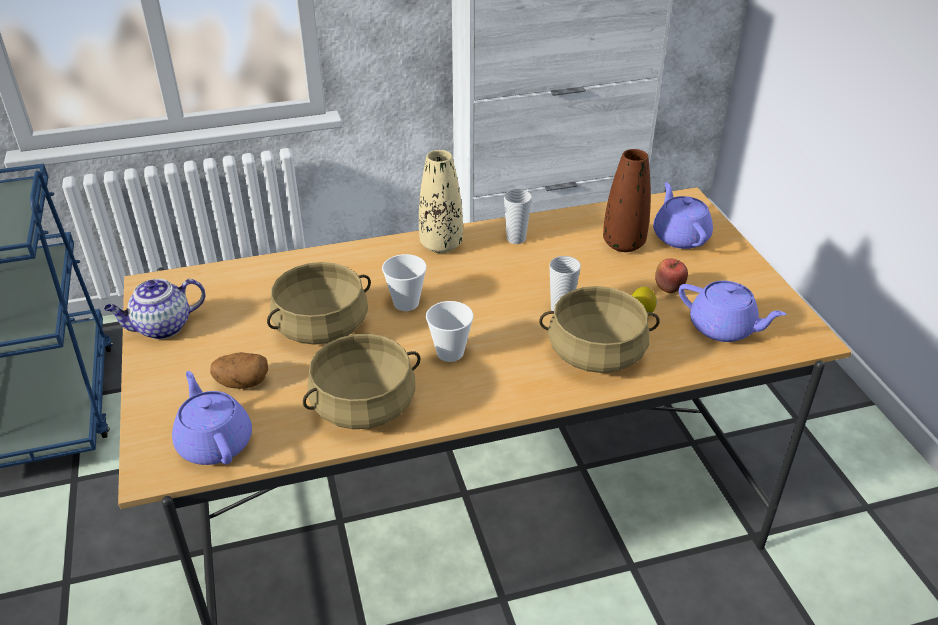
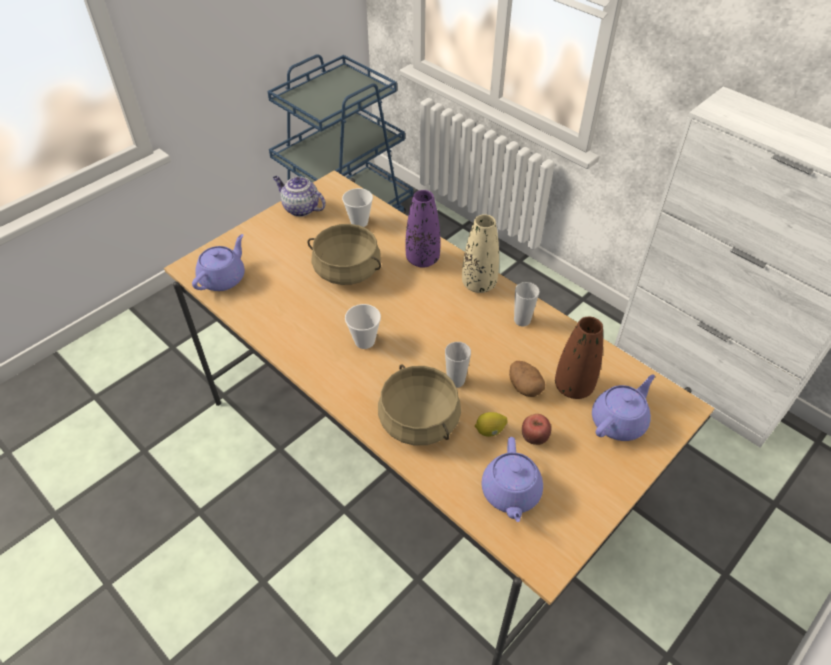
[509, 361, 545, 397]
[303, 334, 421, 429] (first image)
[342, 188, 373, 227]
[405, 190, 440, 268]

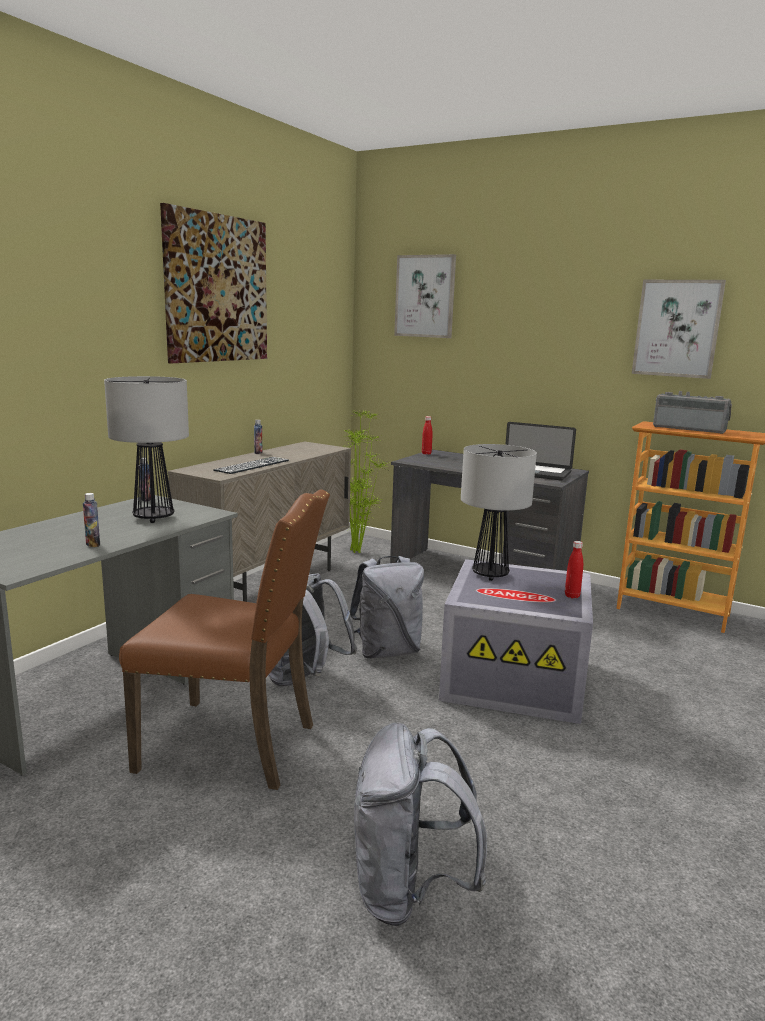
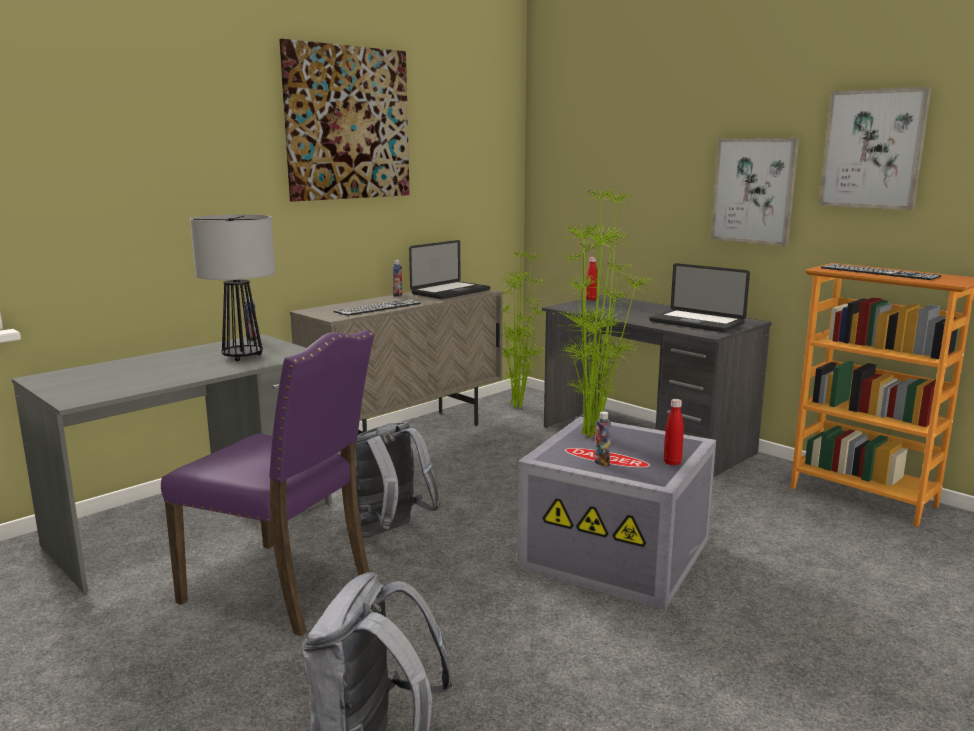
[594, 411, 611, 466]
[161, 330, 375, 636]
[349, 556, 424, 658] (first image)
[711, 138, 799, 246]
[554, 189, 653, 438]
[821, 264, 941, 280]
[409, 240, 490, 299]

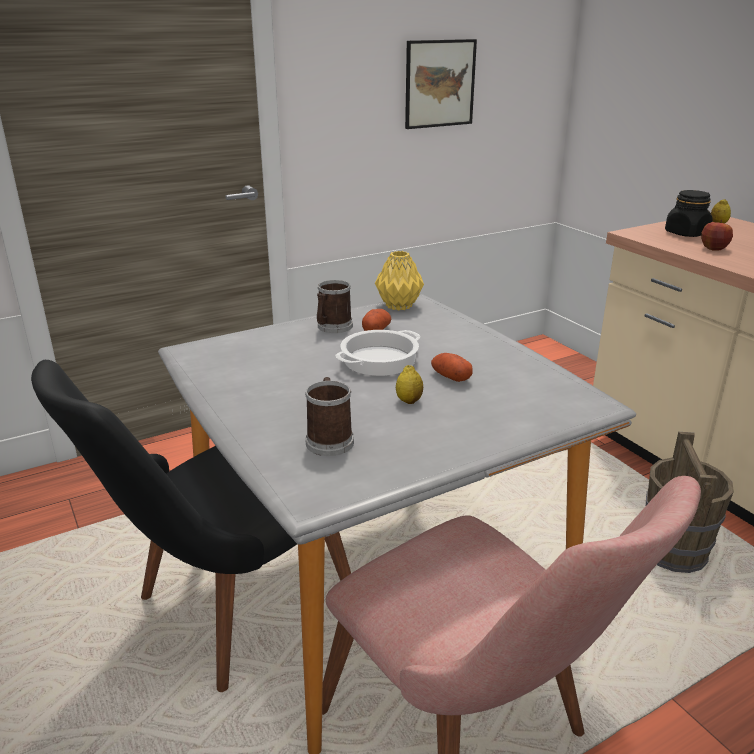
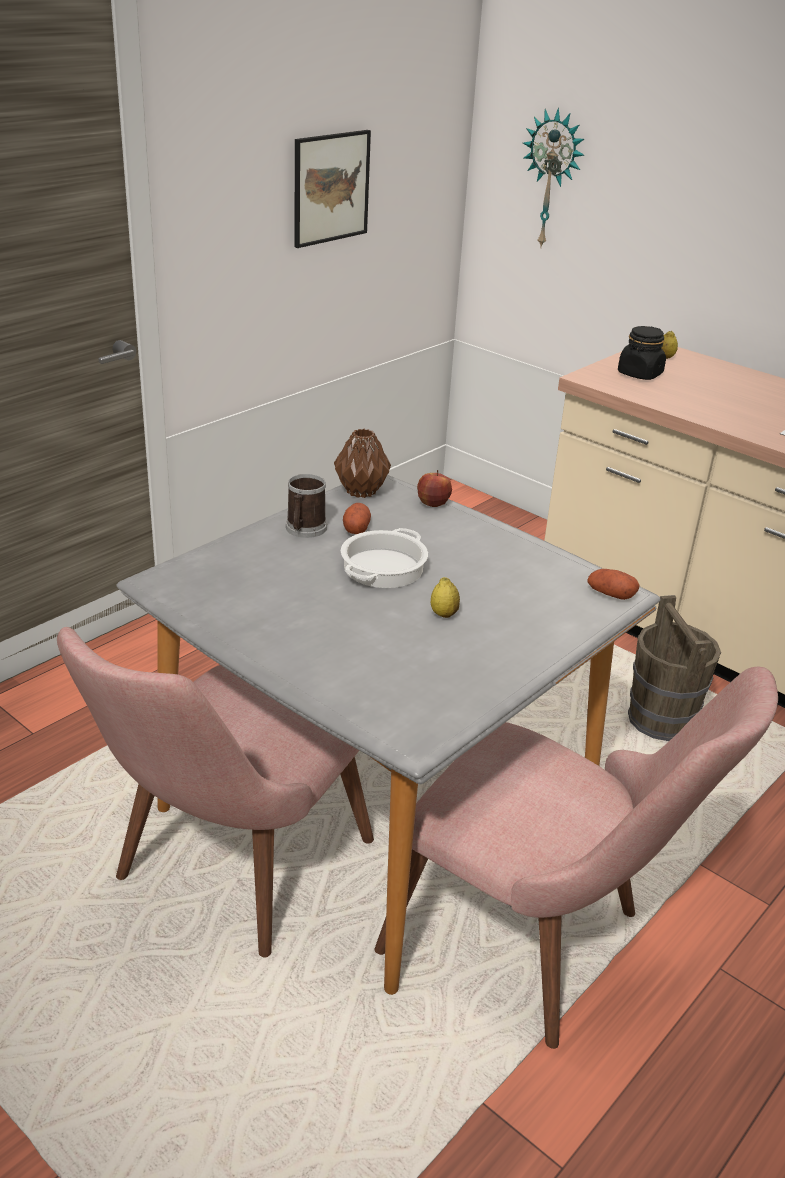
[57, 627, 374, 958]
[305, 377, 354, 456] (first image)
[334, 429, 391, 498]
[588, 569, 640, 600]
[417, 470, 452, 507]
[523, 108, 584, 249]

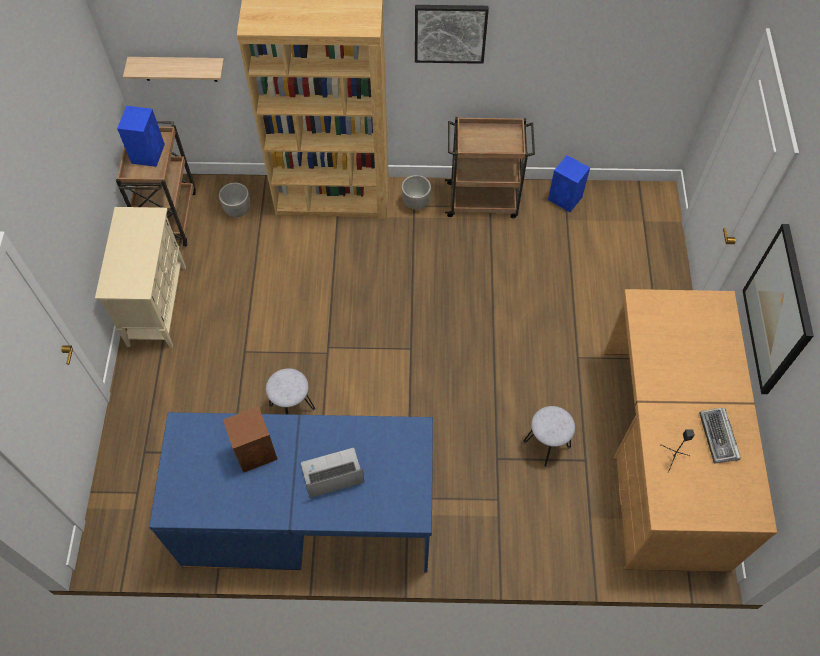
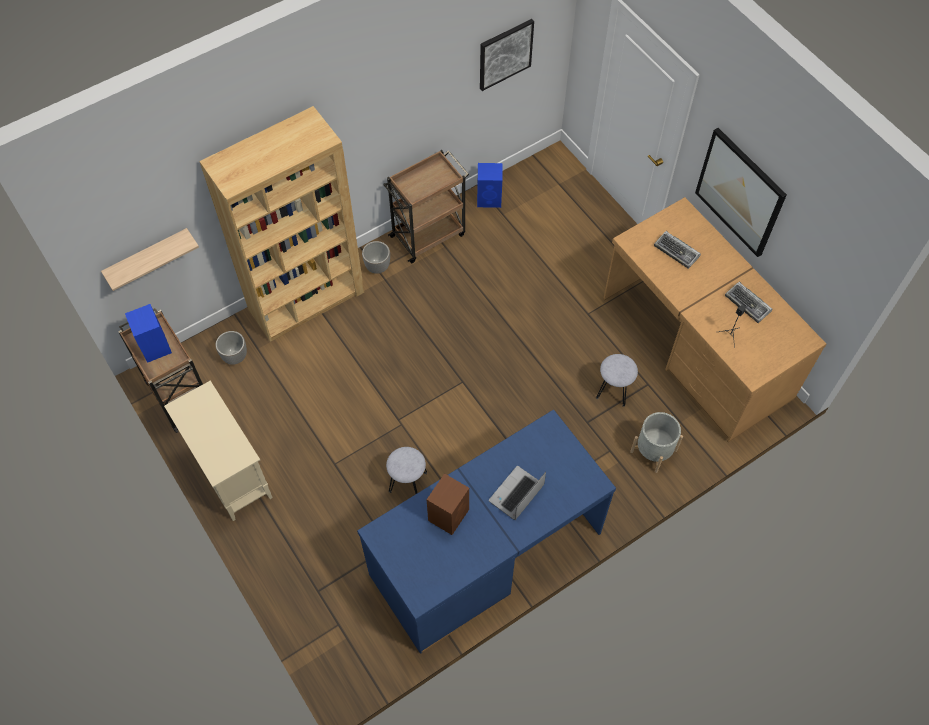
[480, 19, 534, 91]
[630, 412, 683, 473]
[654, 231, 701, 269]

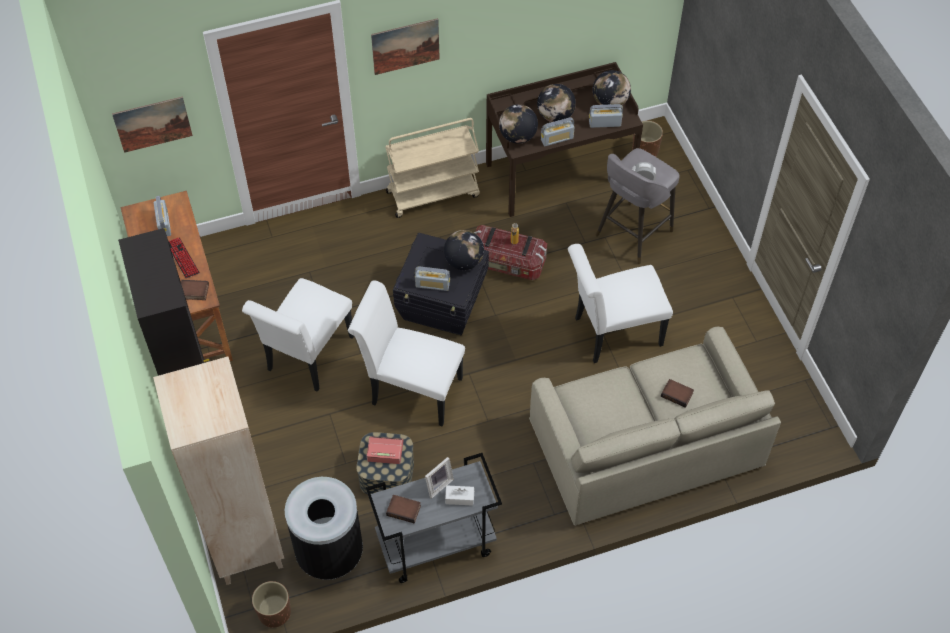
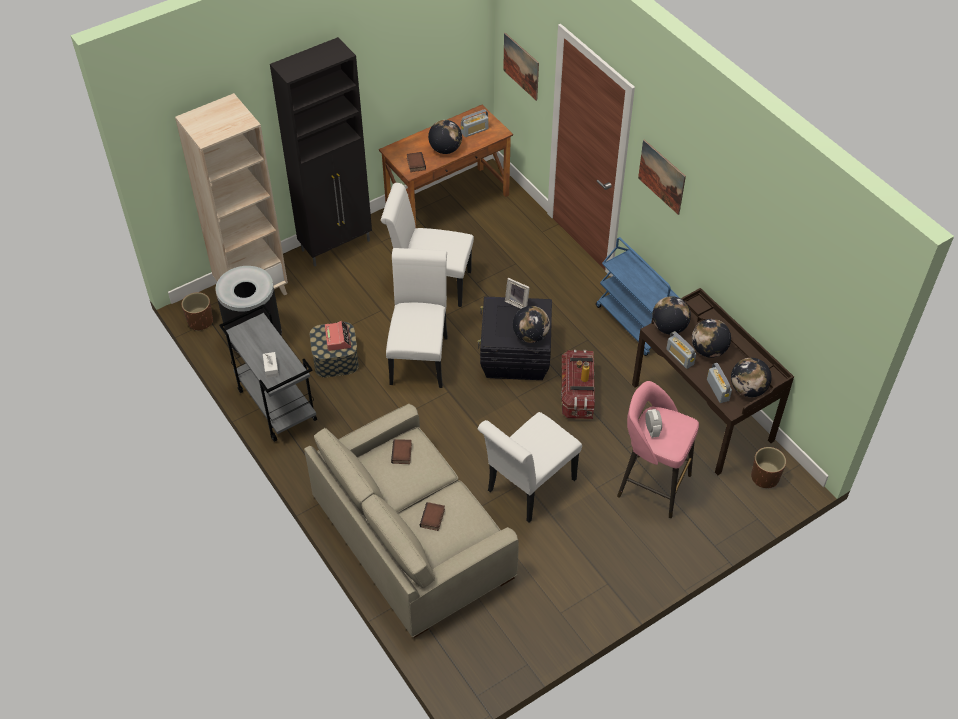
[428, 120, 462, 154]
[596, 237, 680, 356]
[391, 439, 412, 464]
[415, 267, 450, 291] (first image)
[505, 278, 530, 309]
[478, 412, 582, 523]
[617, 381, 699, 518]

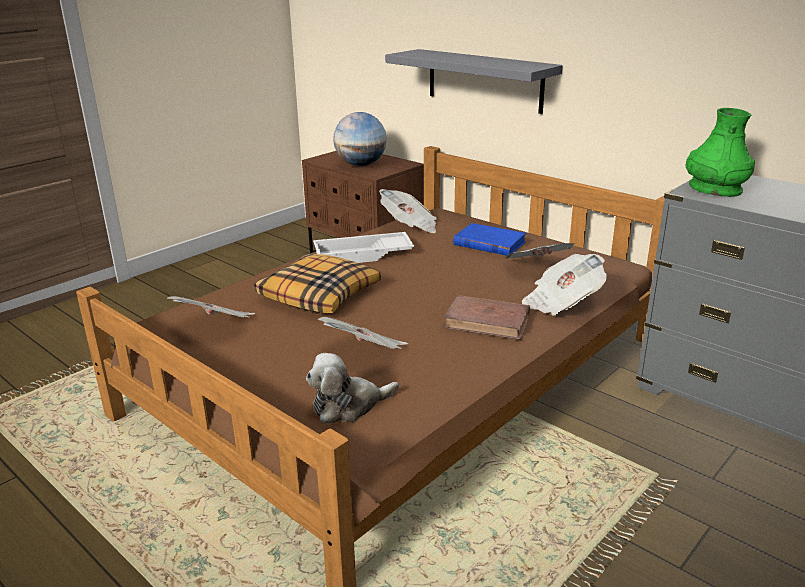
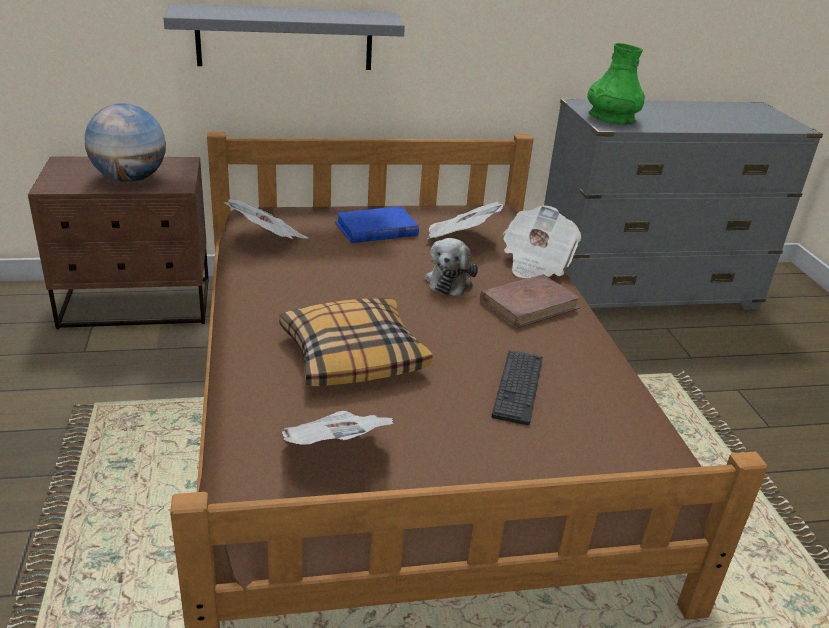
[425, 238, 478, 296]
[313, 232, 414, 263] (first image)
[492, 350, 543, 425]

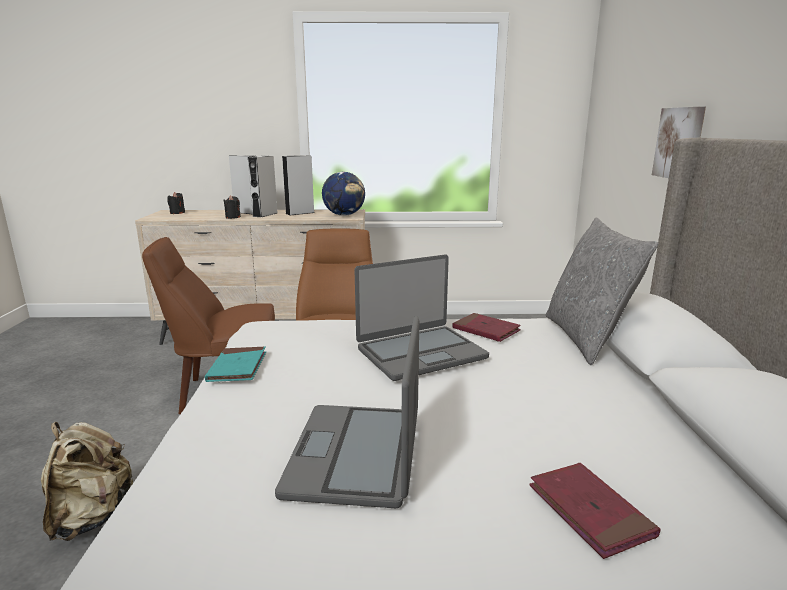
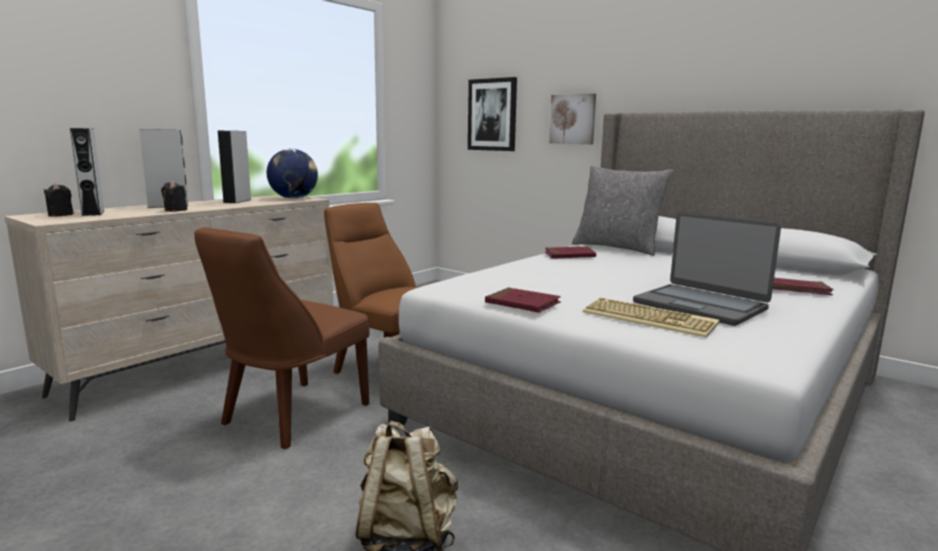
[485, 287, 561, 312]
[70, 128, 105, 216]
[355, 255, 489, 381] (first image)
[468, 77, 517, 151]
[583, 298, 720, 338]

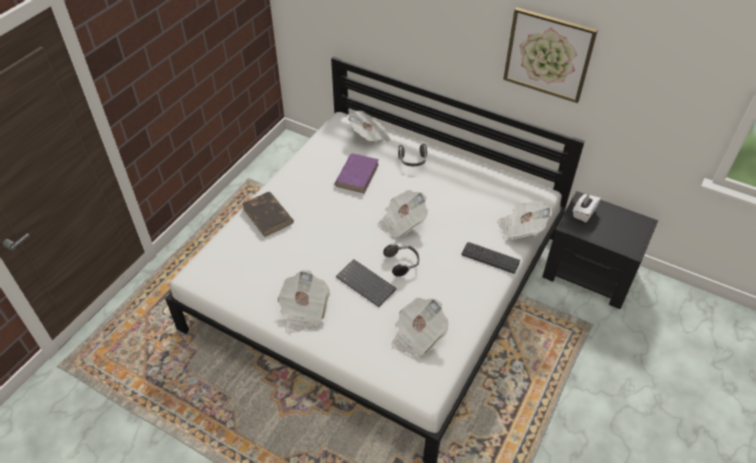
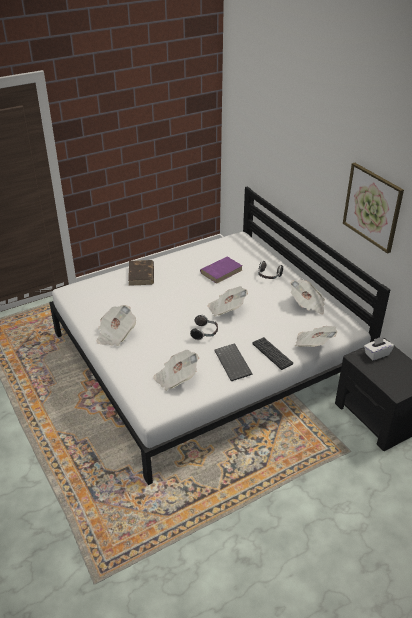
[214, 343, 253, 381]
[290, 280, 325, 314]

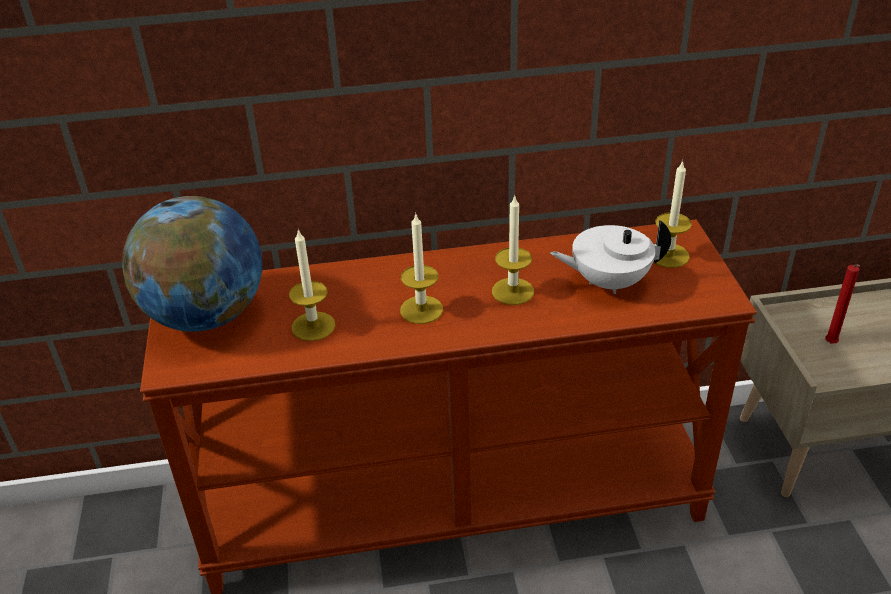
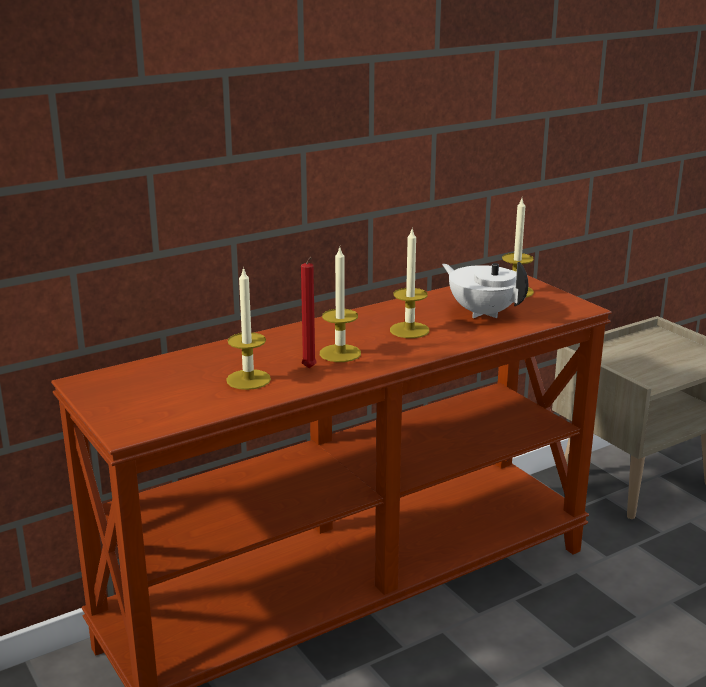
[122, 196, 262, 332] (first image)
[442, 262, 528, 318]
[301, 257, 317, 368]

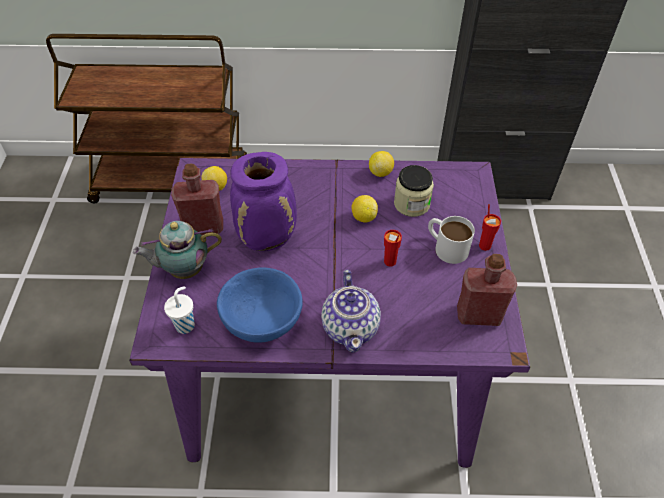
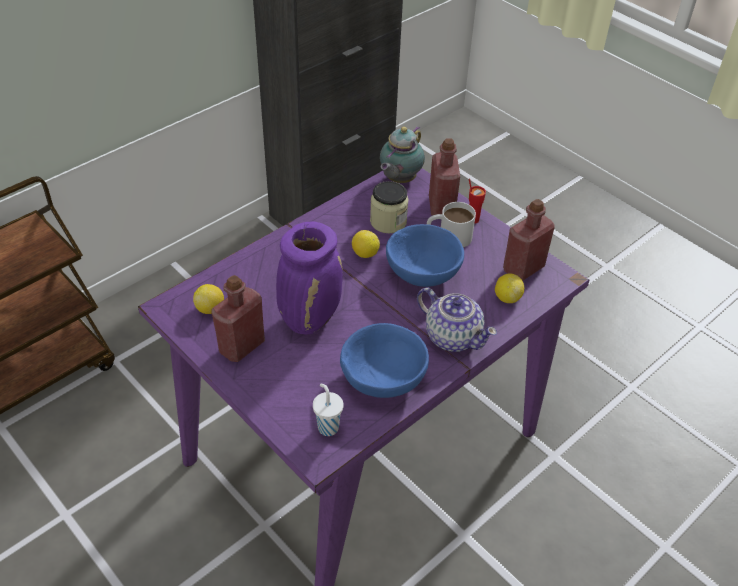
[380, 126, 425, 183]
[495, 274, 524, 303]
[386, 224, 464, 287]
[429, 139, 460, 216]

